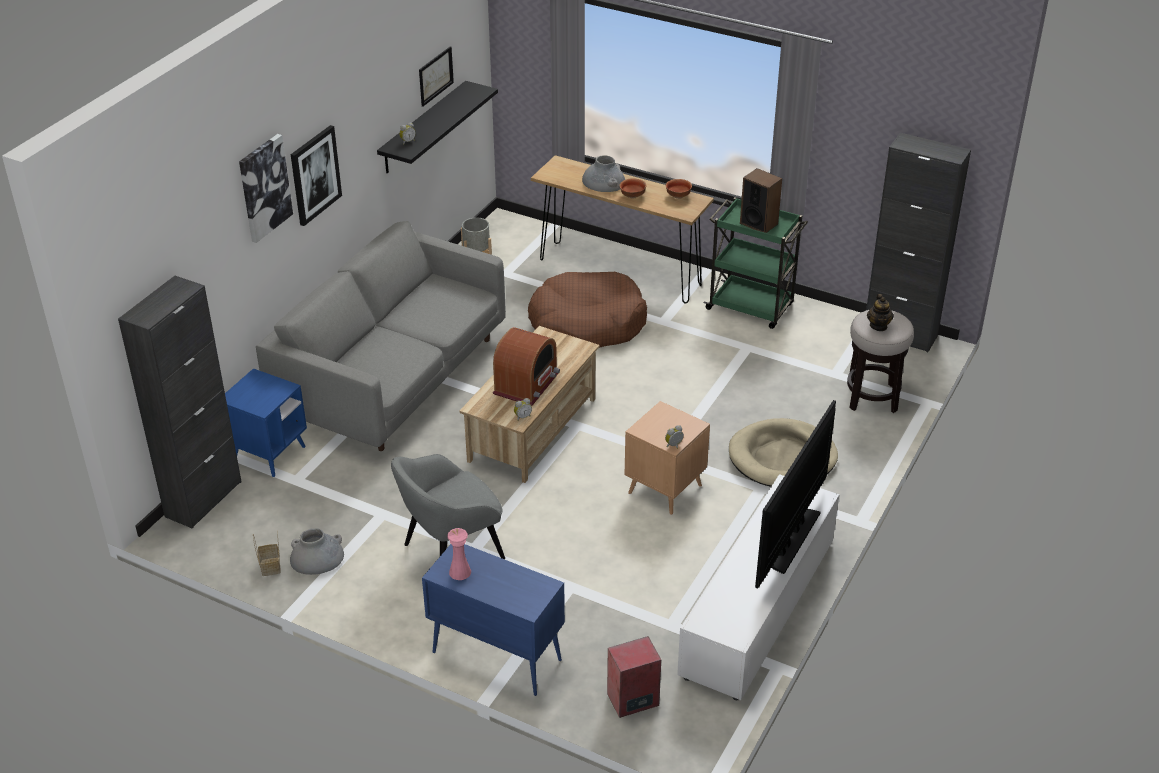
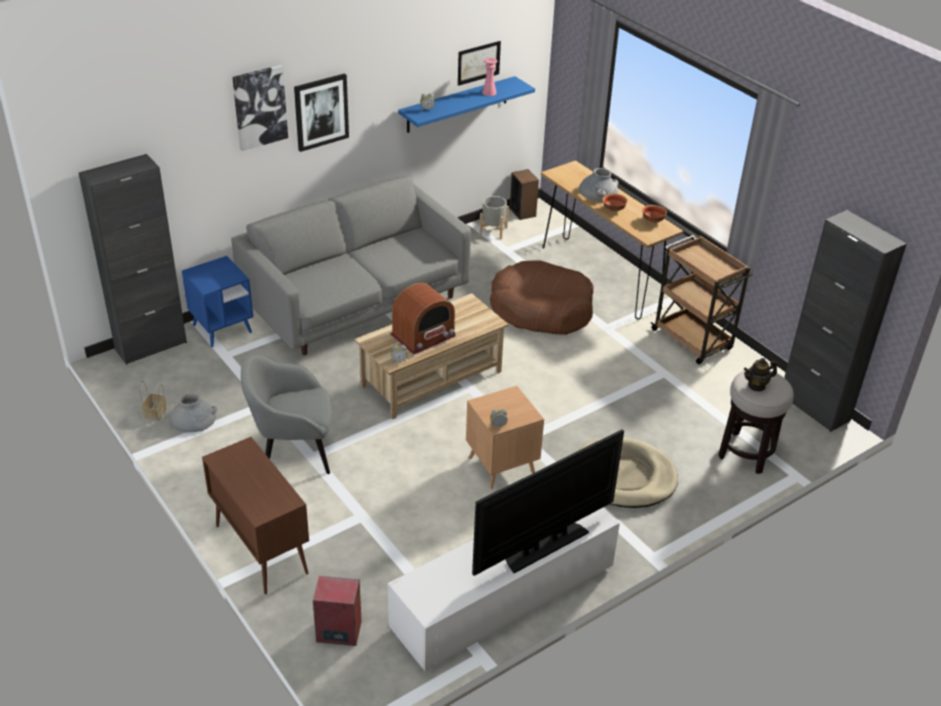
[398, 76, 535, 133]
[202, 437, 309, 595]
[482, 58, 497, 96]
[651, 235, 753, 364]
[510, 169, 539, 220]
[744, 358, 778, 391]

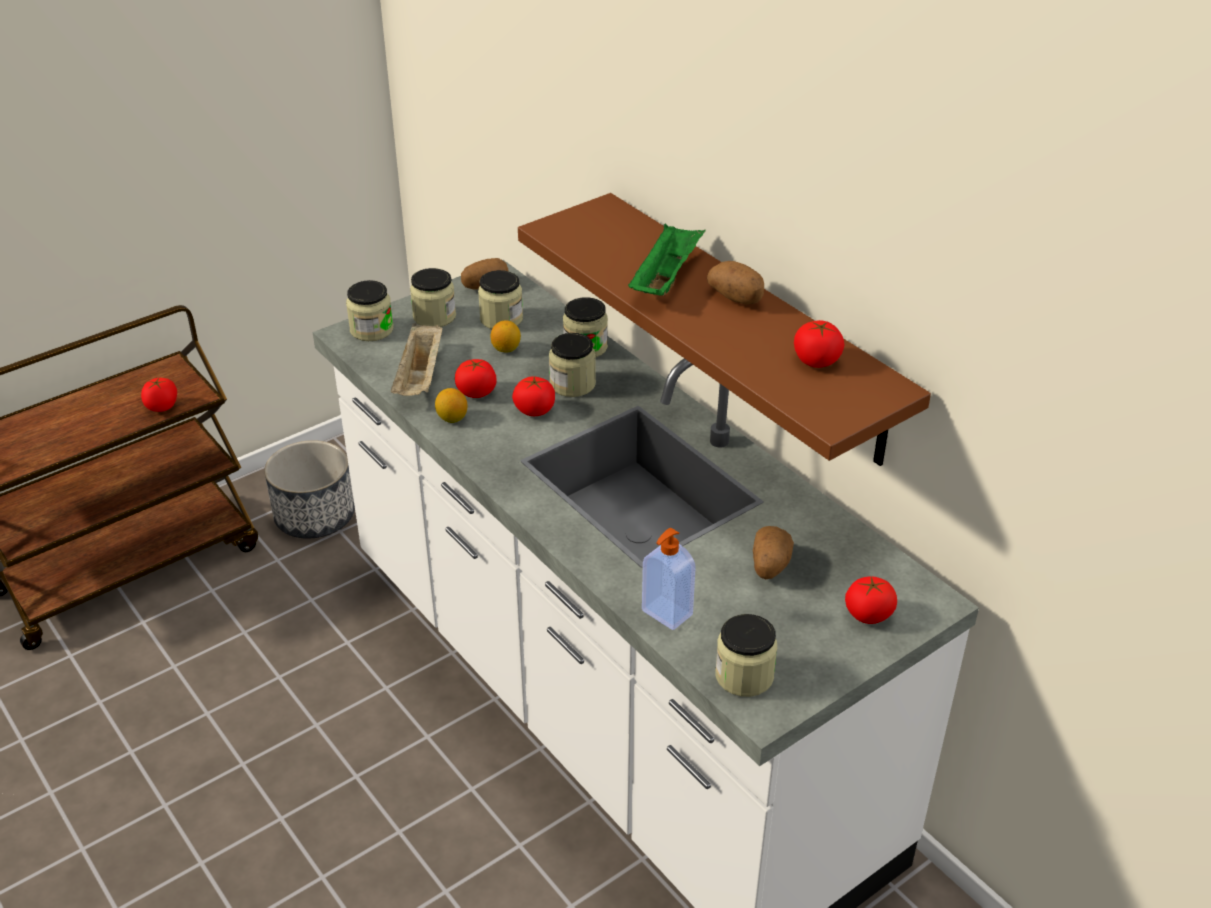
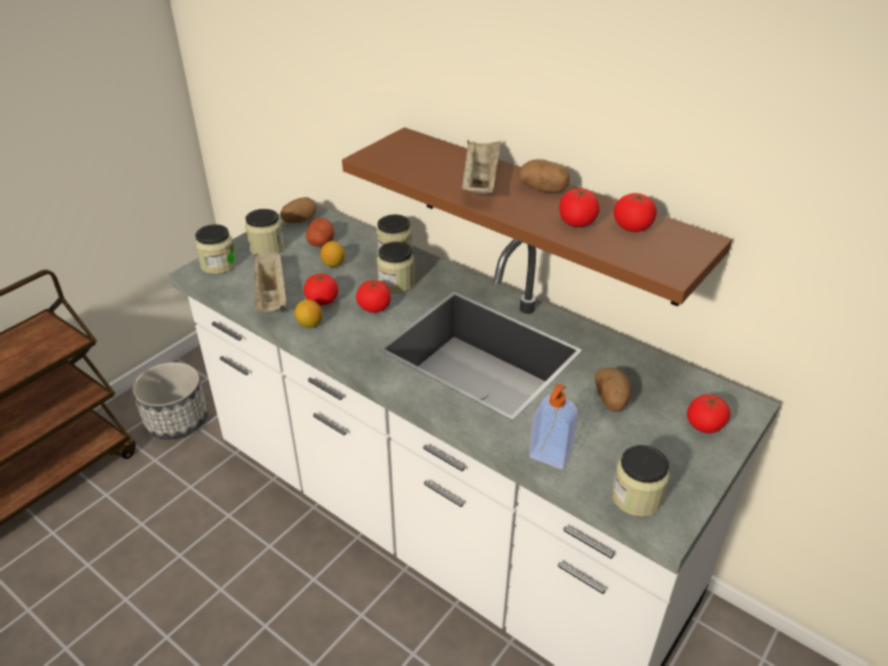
[559, 188, 600, 227]
[306, 218, 335, 246]
[462, 140, 501, 194]

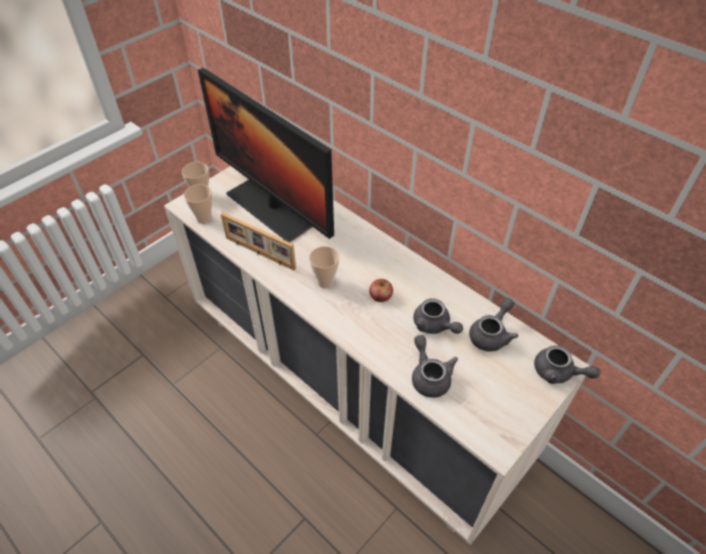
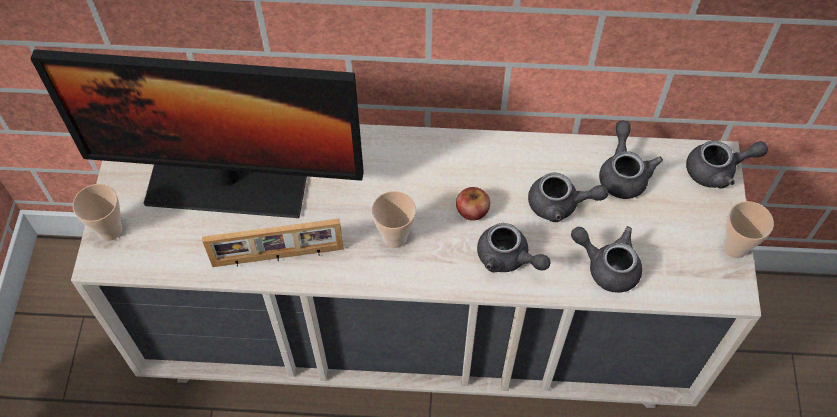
[723, 201, 774, 258]
[477, 223, 551, 273]

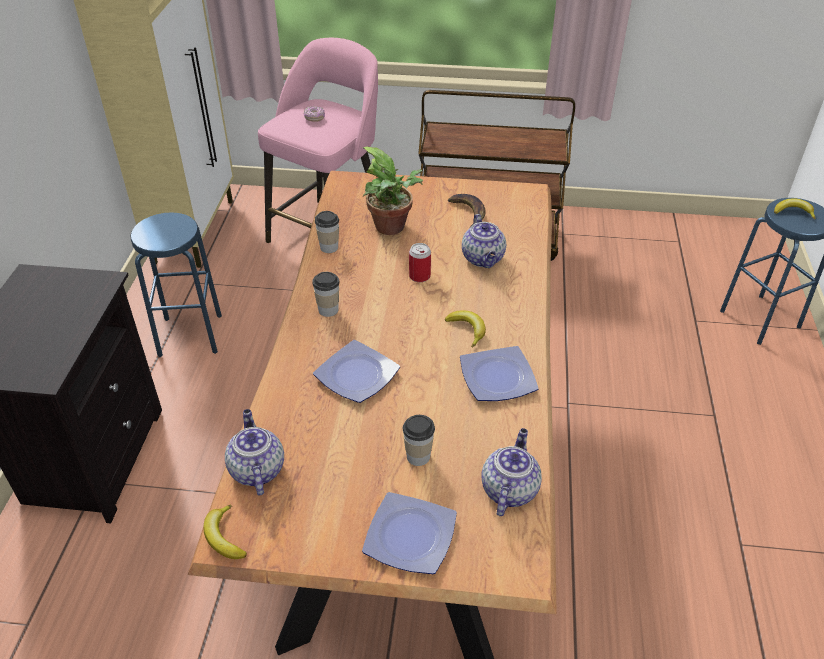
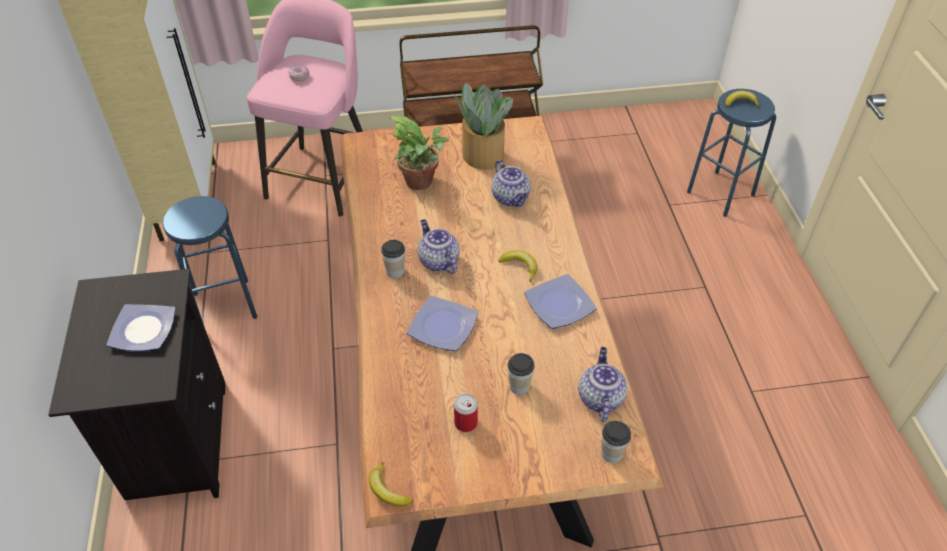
[418, 219, 460, 274]
[601, 421, 631, 463]
[106, 304, 176, 351]
[454, 393, 478, 432]
[455, 83, 513, 170]

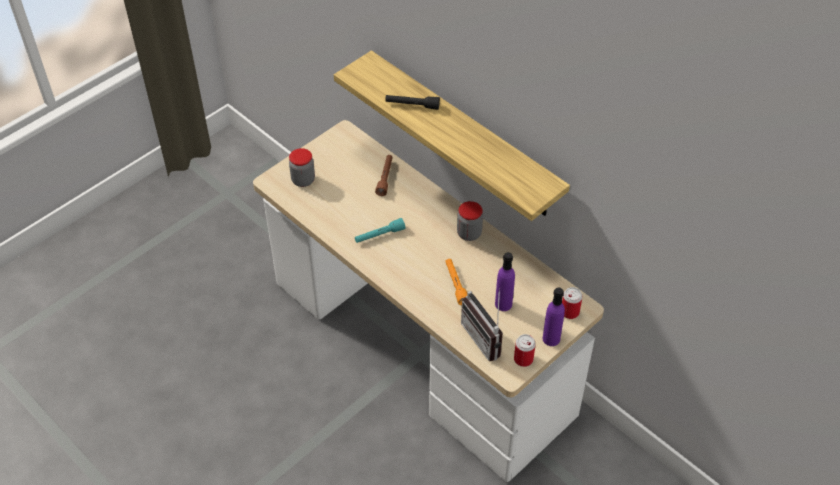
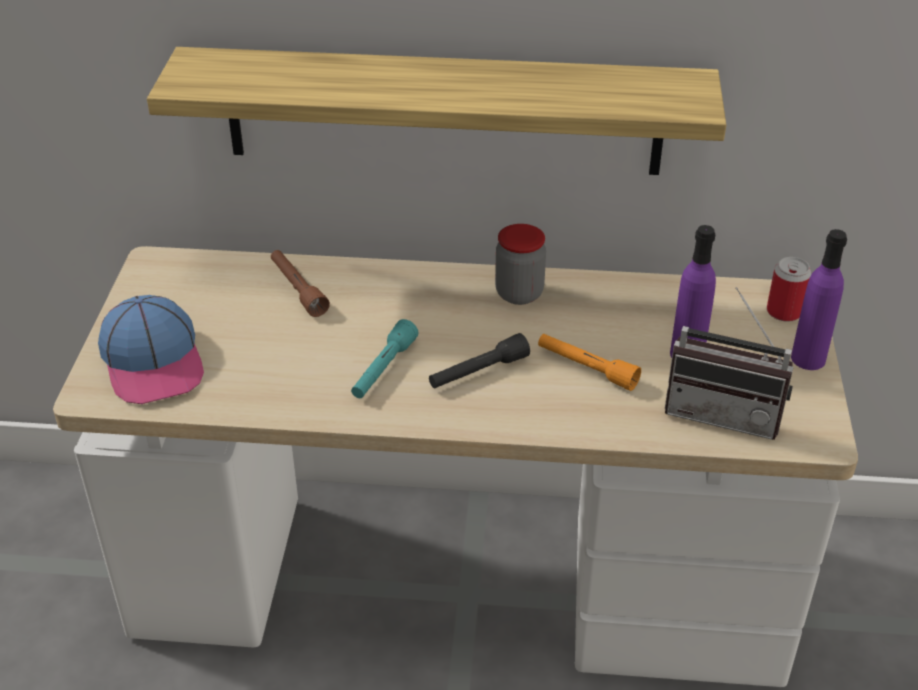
[98, 295, 204, 404]
[429, 333, 530, 388]
[514, 334, 536, 367] (first image)

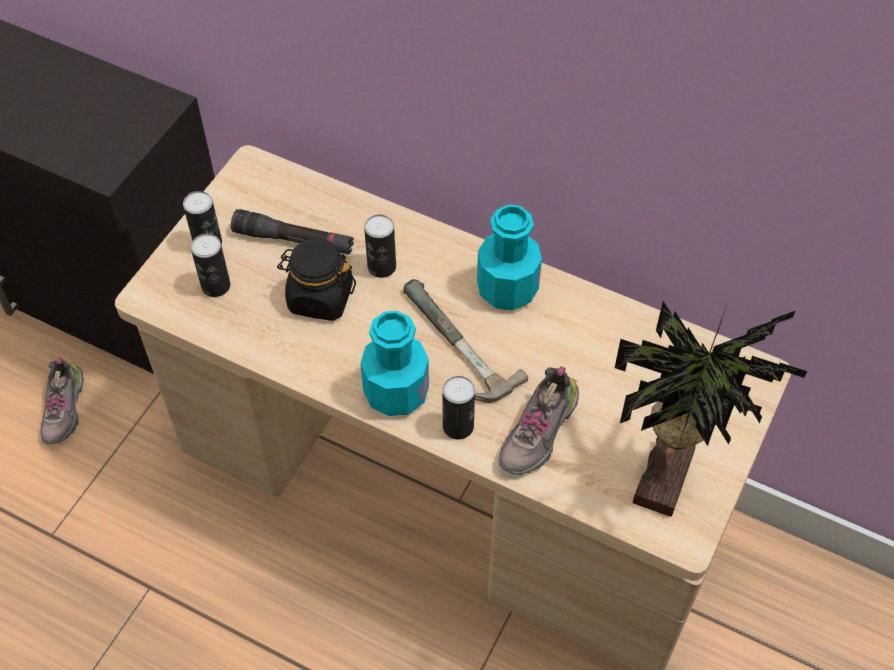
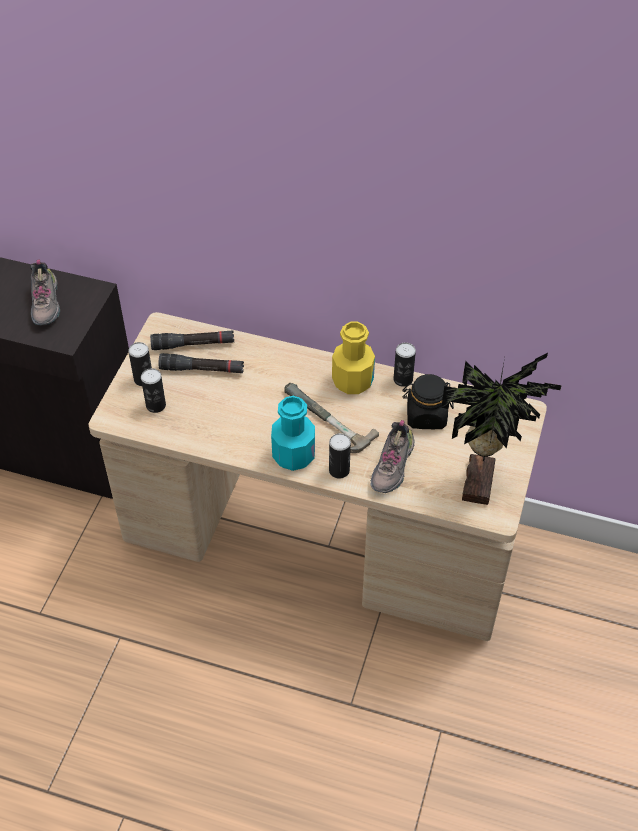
[30, 259, 60, 325]
[402, 374, 454, 429]
[394, 342, 416, 387]
[332, 322, 375, 394]
[150, 330, 234, 350]

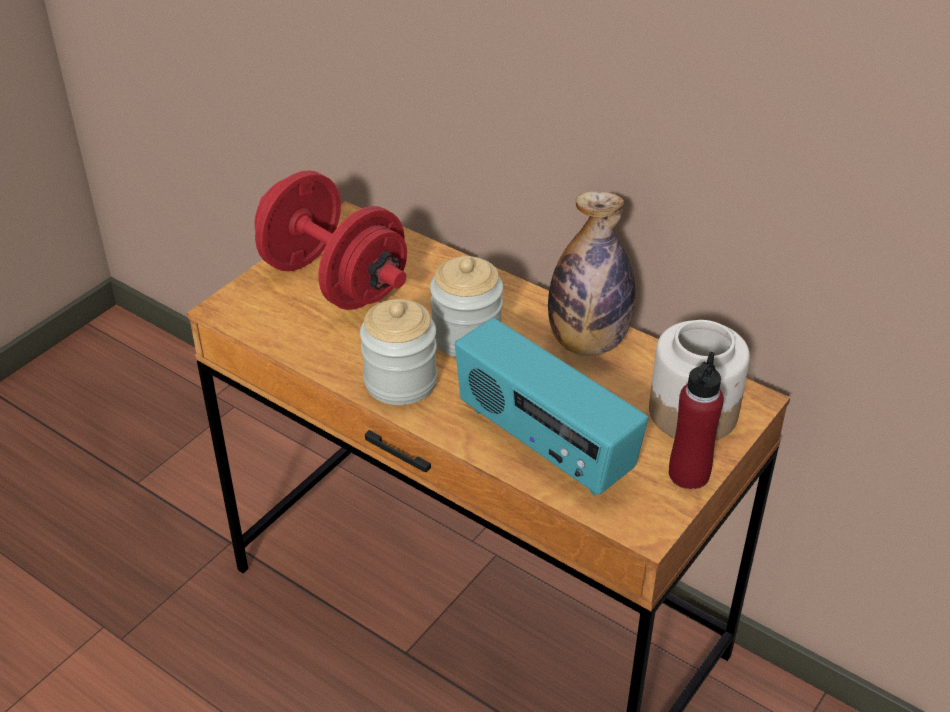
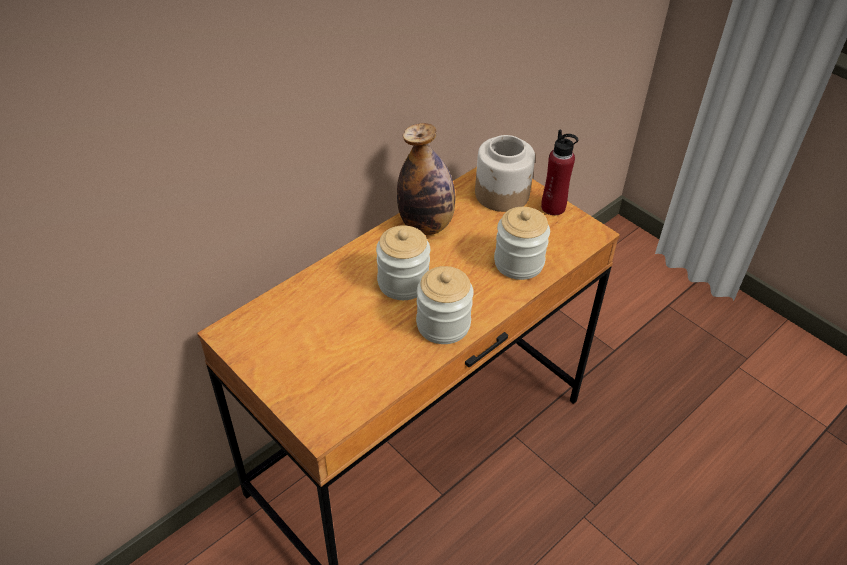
[255, 170, 407, 310] (first image)
[494, 207, 550, 280]

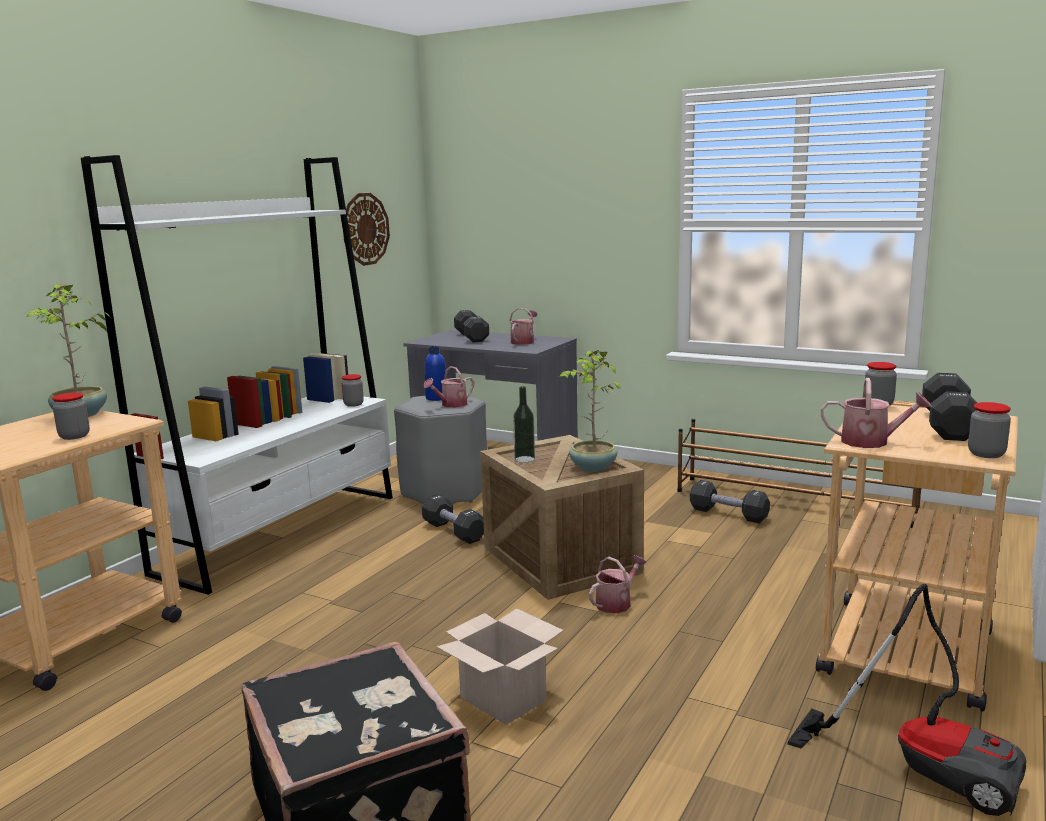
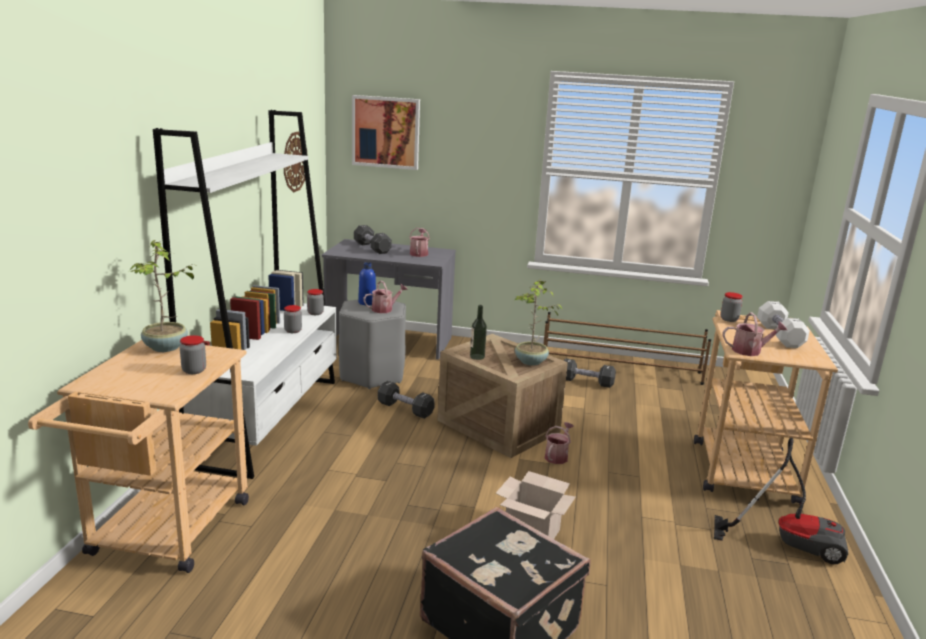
[363, 280, 408, 313]
[757, 301, 810, 348]
[284, 305, 302, 333]
[352, 95, 420, 170]

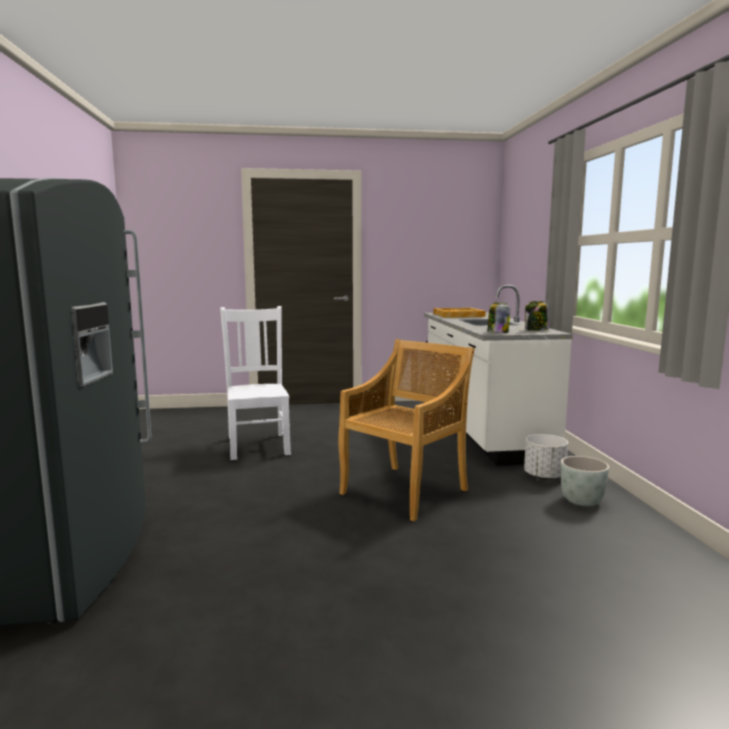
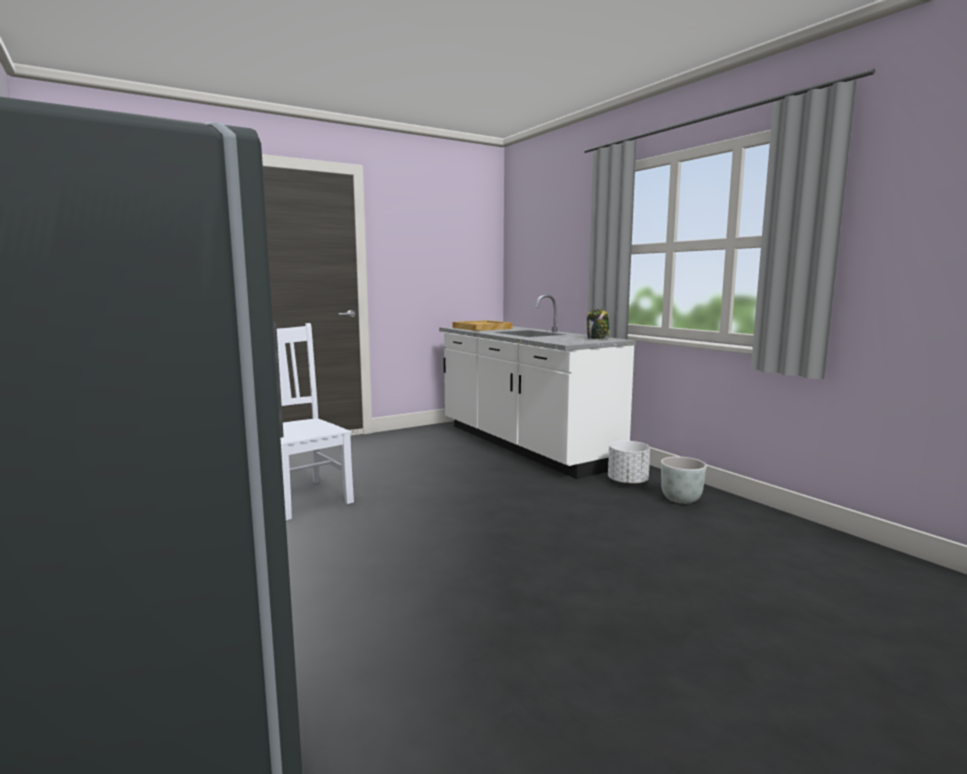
[338, 339, 475, 521] (first image)
[487, 302, 510, 333] (first image)

